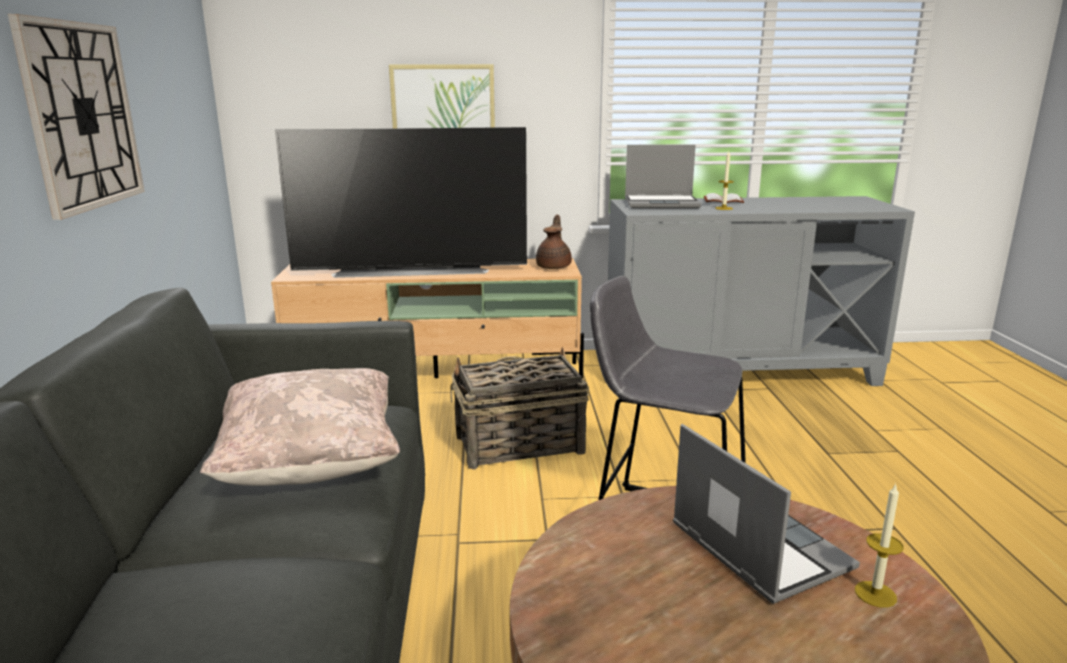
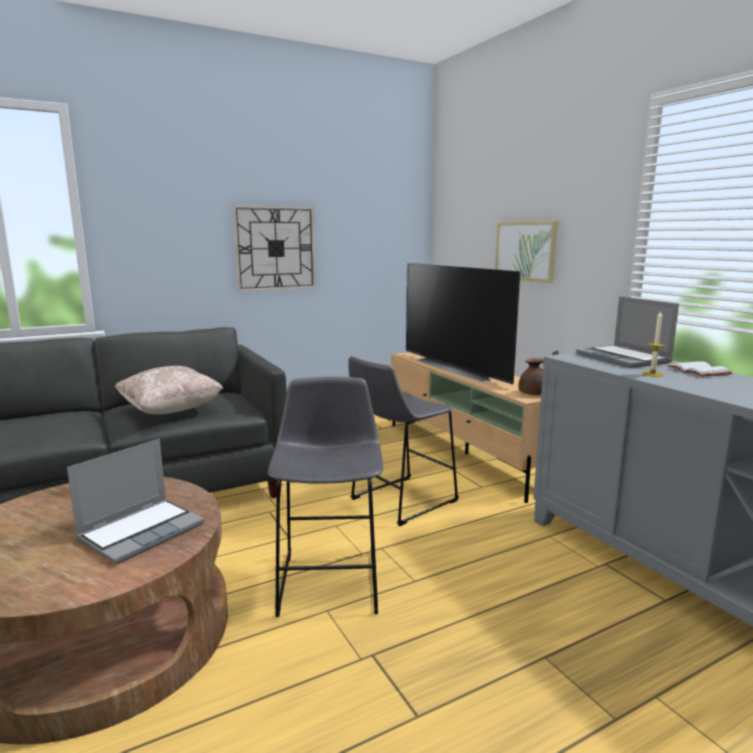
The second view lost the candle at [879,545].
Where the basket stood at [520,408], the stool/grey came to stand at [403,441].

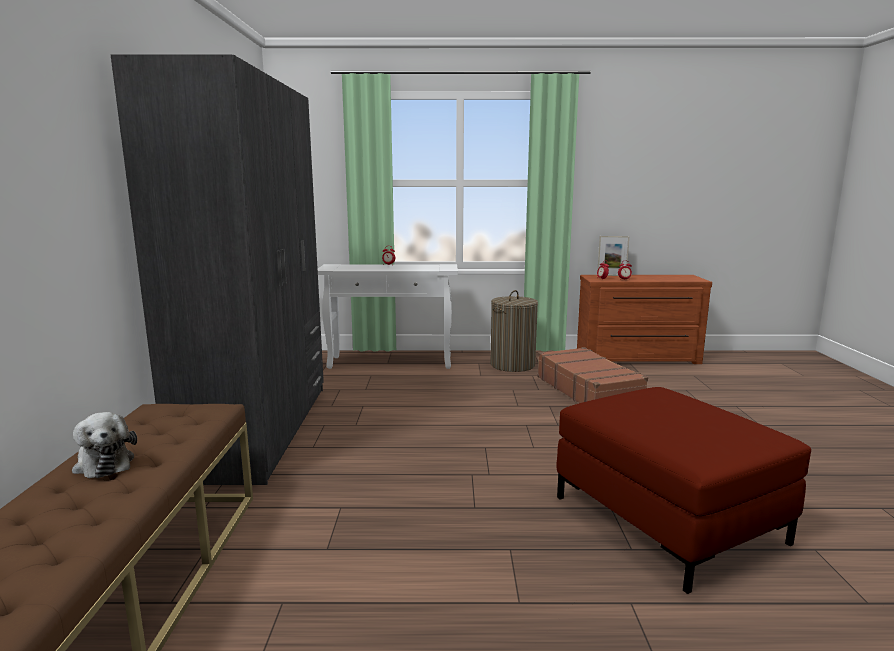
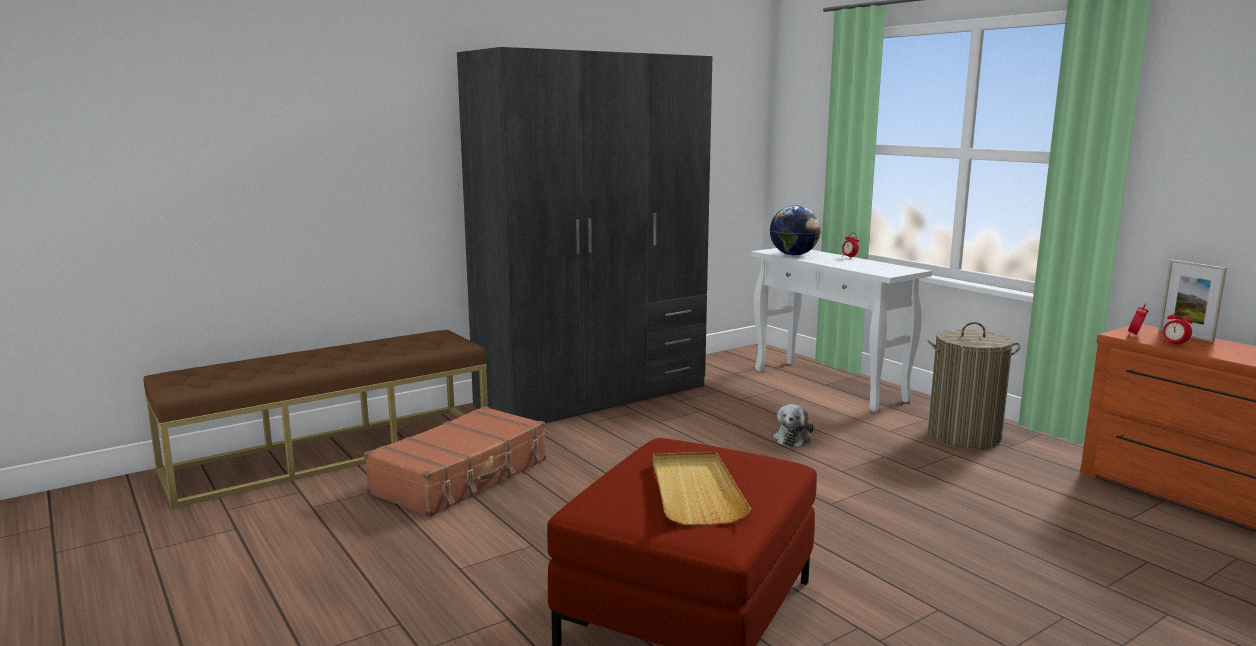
The second view gained the tray/beige at [702,488].
The second view gained the globe at [795,230].
The plush toy ended up elsewhere, having gone from [104,445] to [793,425].
The suitcase/brown ended up elsewhere, having gone from [592,375] to [455,461].

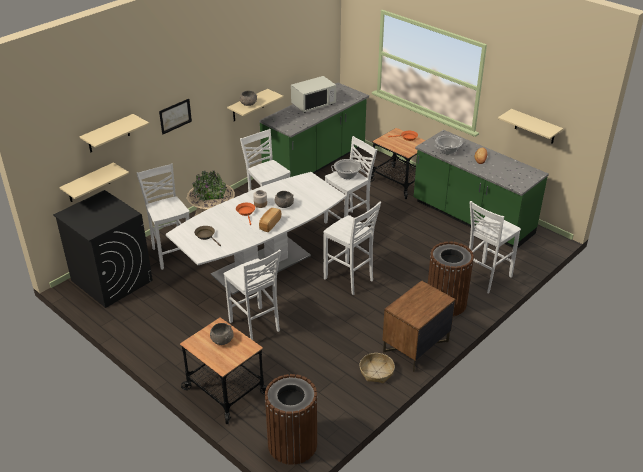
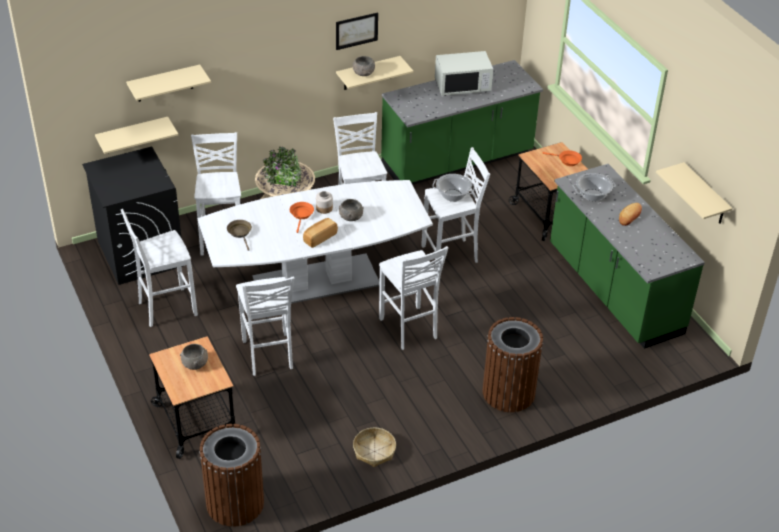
The second view lost the nightstand/brown at [419,326].
The picture ended up elsewhere, having gone from [175,116] to [357,31].
The stool/white ended up elsewhere, having gone from [495,247] to [159,268].

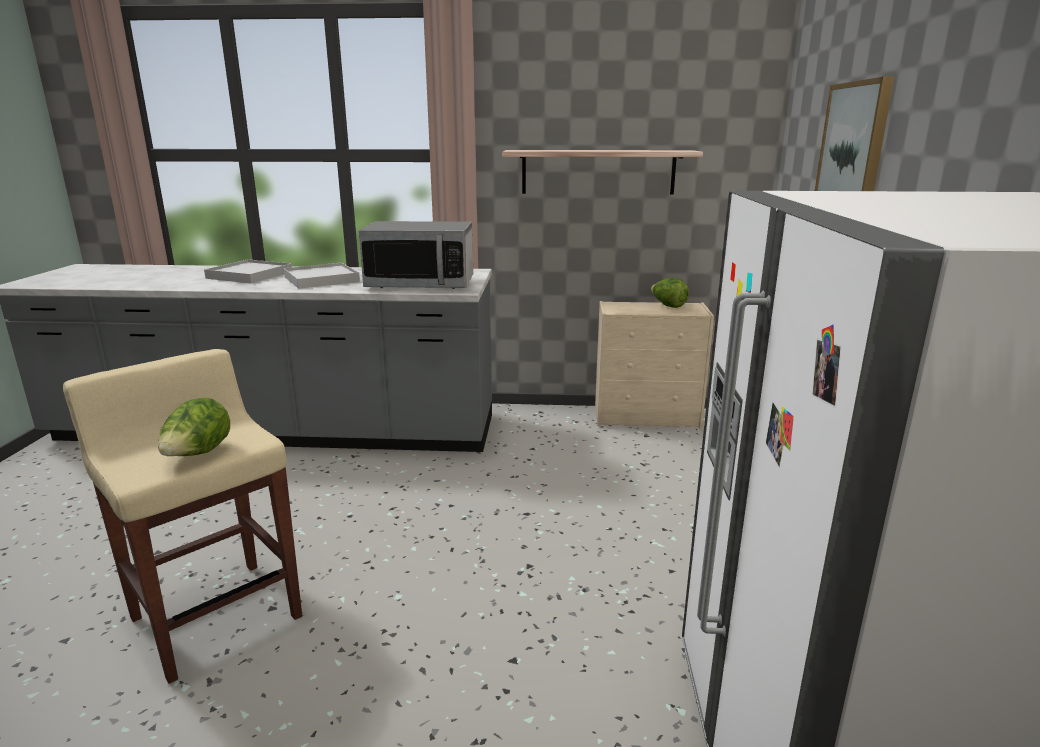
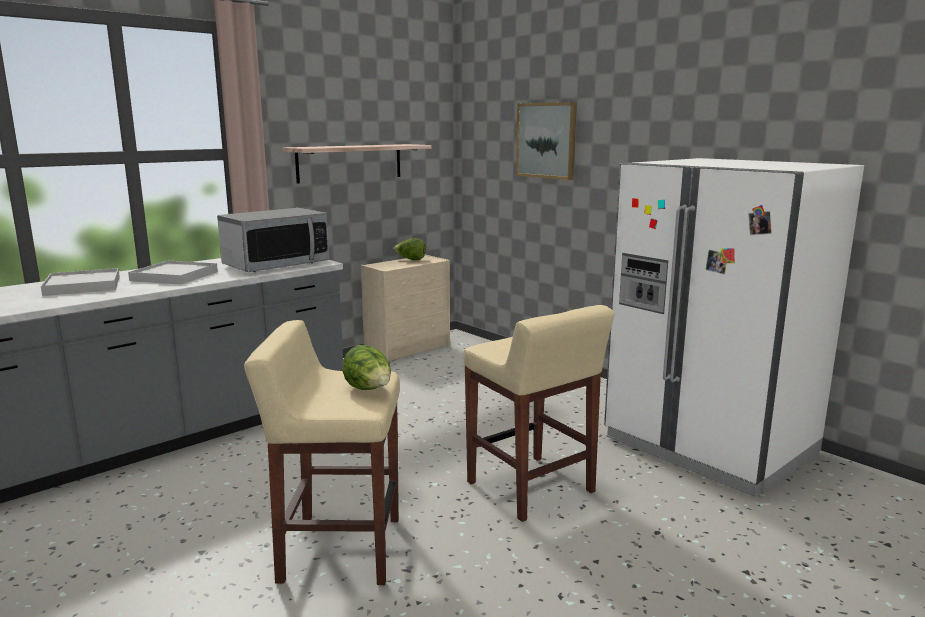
The second view gained the stool/beige at [538,413].

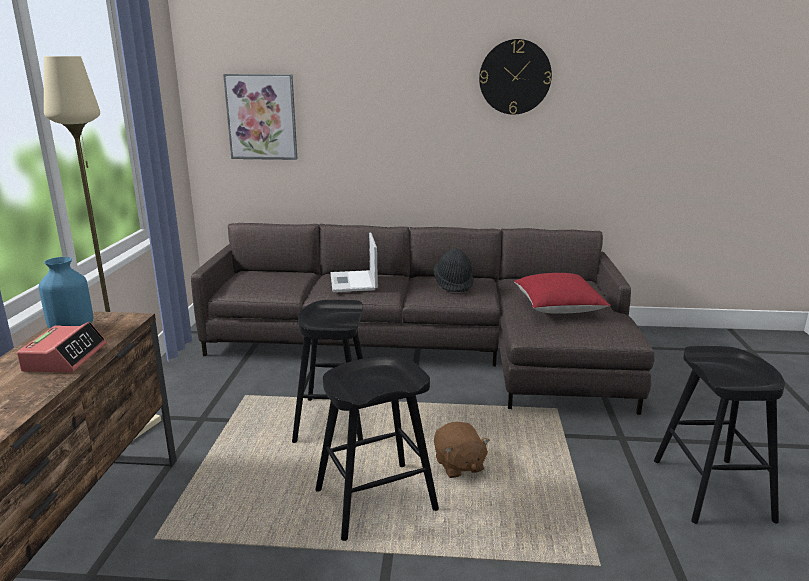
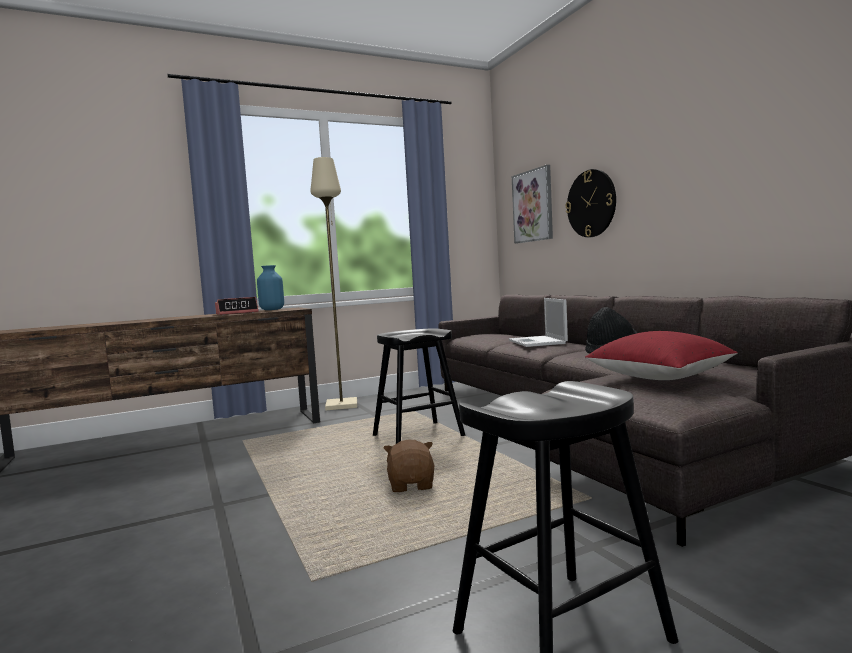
The second view lost the stool/black at [377,448].
The wall clock ended up elsewhere, having gone from [515,77] to [591,203].
The laptop at [354,262] ended up facing another way, 60 degrees counterclockwise from before.
The plush toy/brown at [462,450] ended up facing another way, 135 degrees clockwise from before.

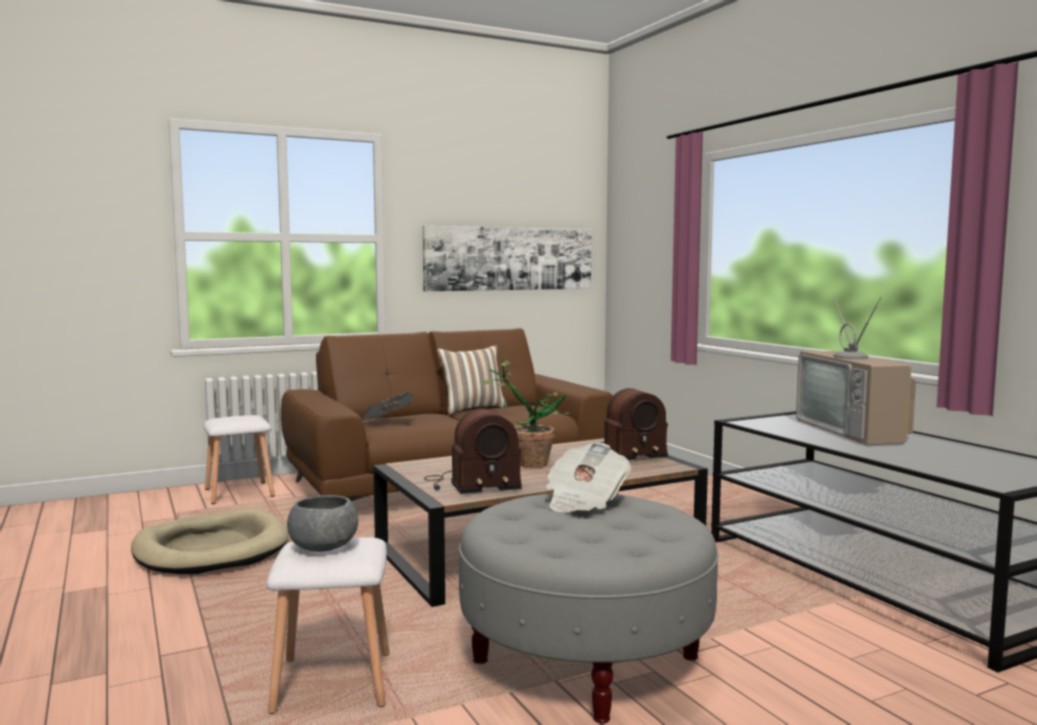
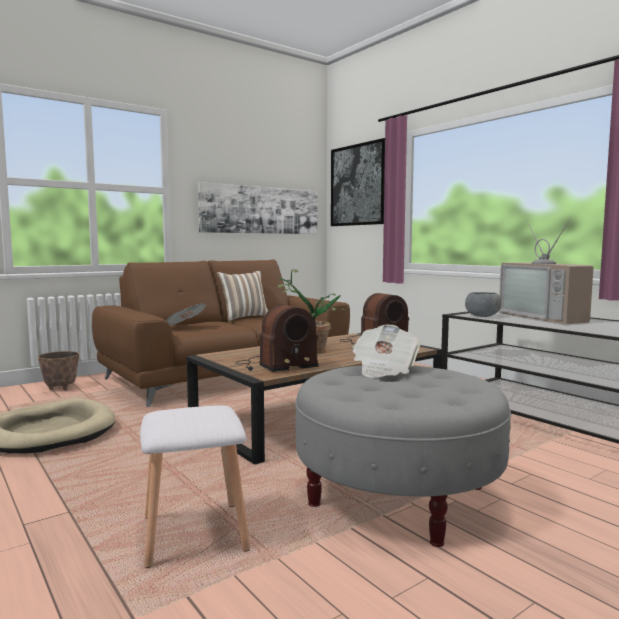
The second view gained the picture at [358,182].
The bowl/grey ended up elsewhere, having gone from [322,523] to [483,304].
Where the stool/white stood at [239,459], the planter came to stand at [58,370].

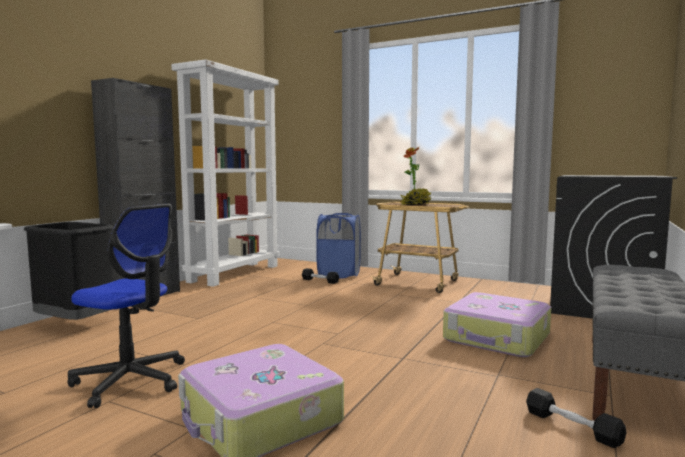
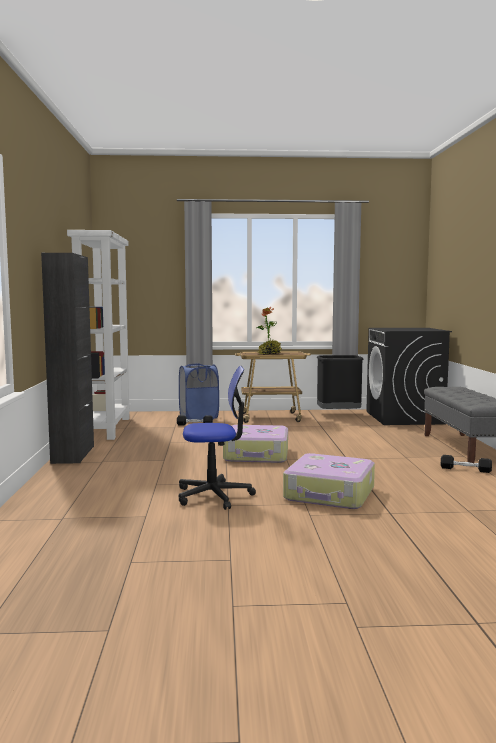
The trash can/black ended up elsewhere, having gone from [69,271] to [340,382].
The suitcase ended up elsewhere, having gone from [497,324] to [255,444].

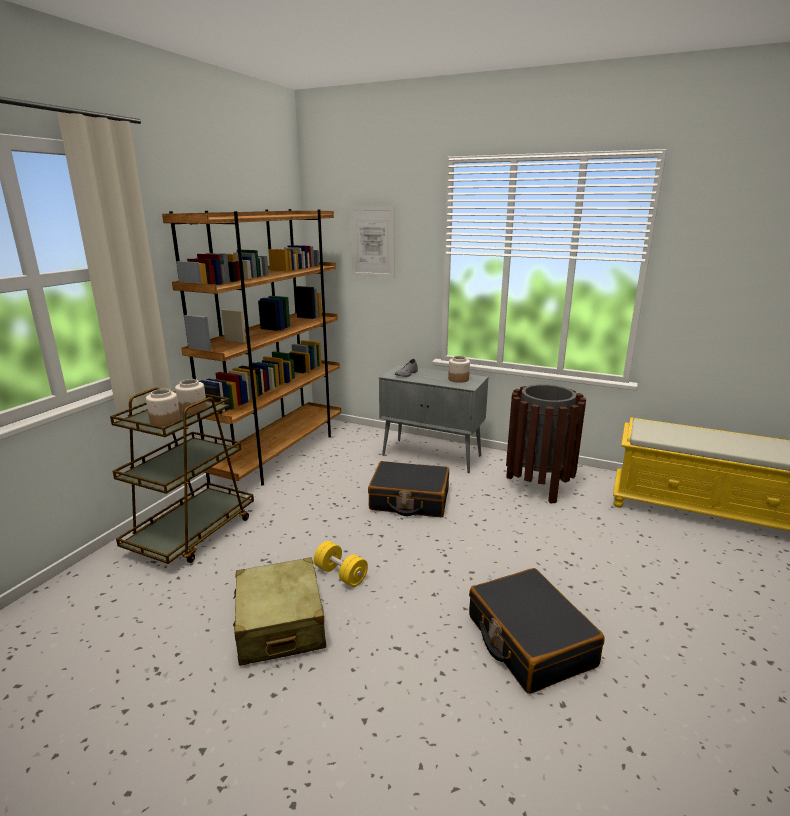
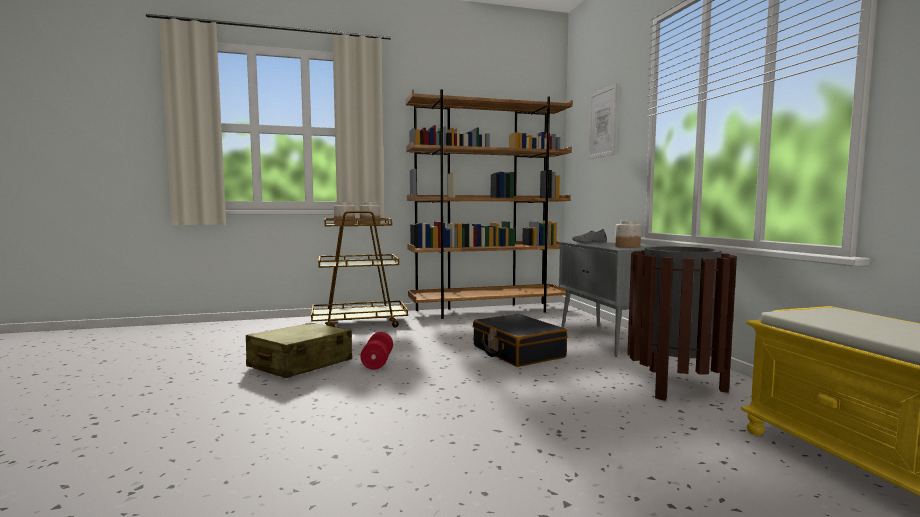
The second view lost the suitcase/black at [537,631].
What was the dumbbell/yellow at [341,564] turned into the dumbbell/red at [376,351].

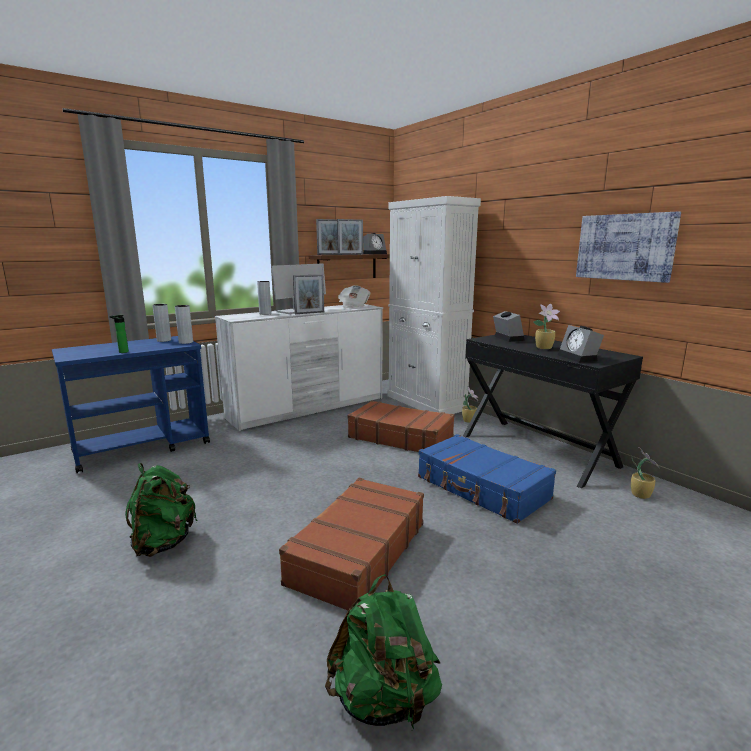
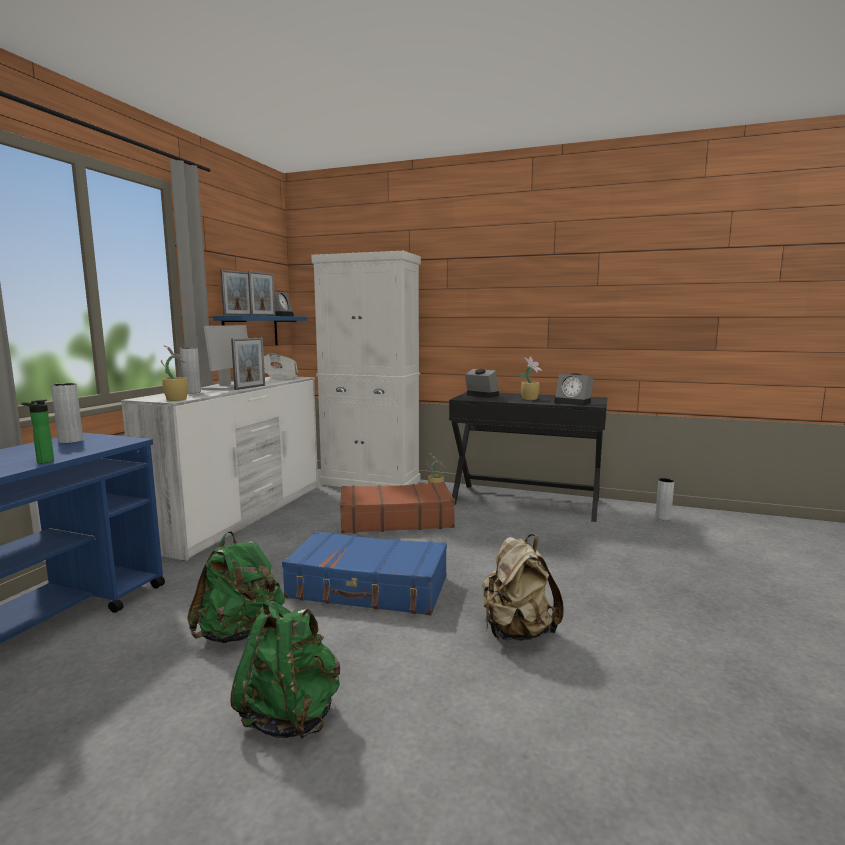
The second view lost the picture at [628,247].
The vase/grey ended up elsewhere, having gone from [184,324] to [664,499].
The backpack/green ended up elsewhere, having gone from [383,652] to [236,587].
The suitcase/blue ended up elsewhere, having gone from [487,479] to [364,573].
The potted plant ended up elsewhere, having gone from [645,473] to [174,373].
Where the suitcase/brown stood at [351,544], the backpack/beige came to stand at [523,587].
What was the shelf/brown at [349,266] turned into the shelf/blue at [260,330].

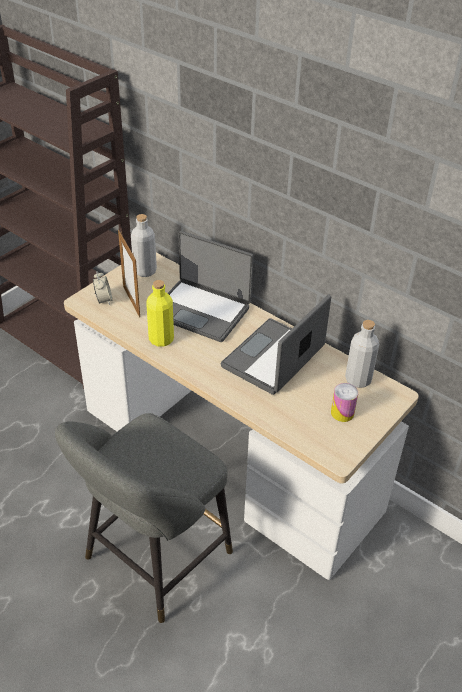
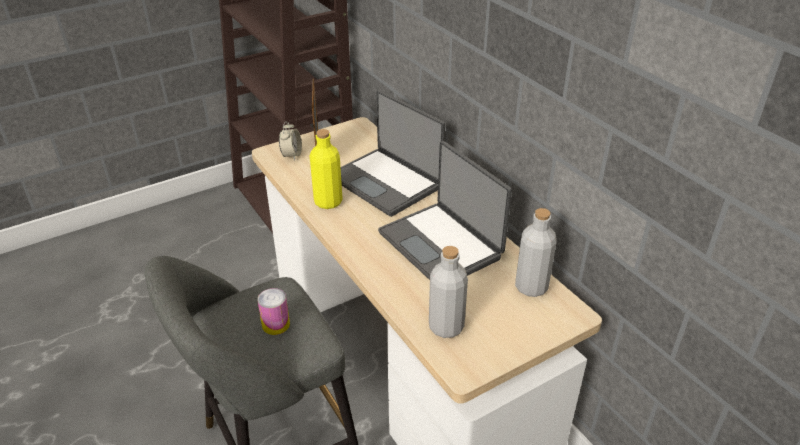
The bottle/grey ended up elsewhere, having gone from [144,245] to [448,292].
The can ended up elsewhere, having gone from [344,402] to [273,311].
The laptop at [276,345] ended up facing another way, 90 degrees counterclockwise from before.

